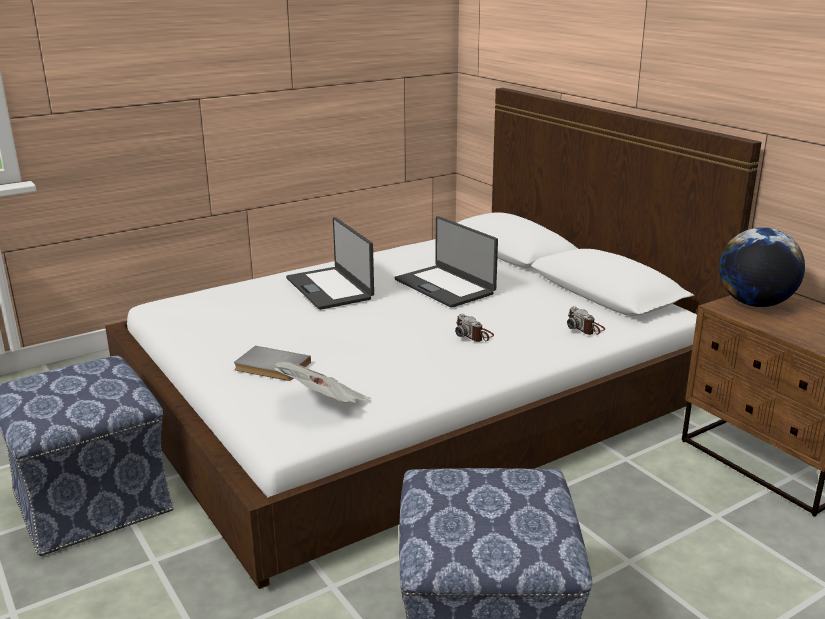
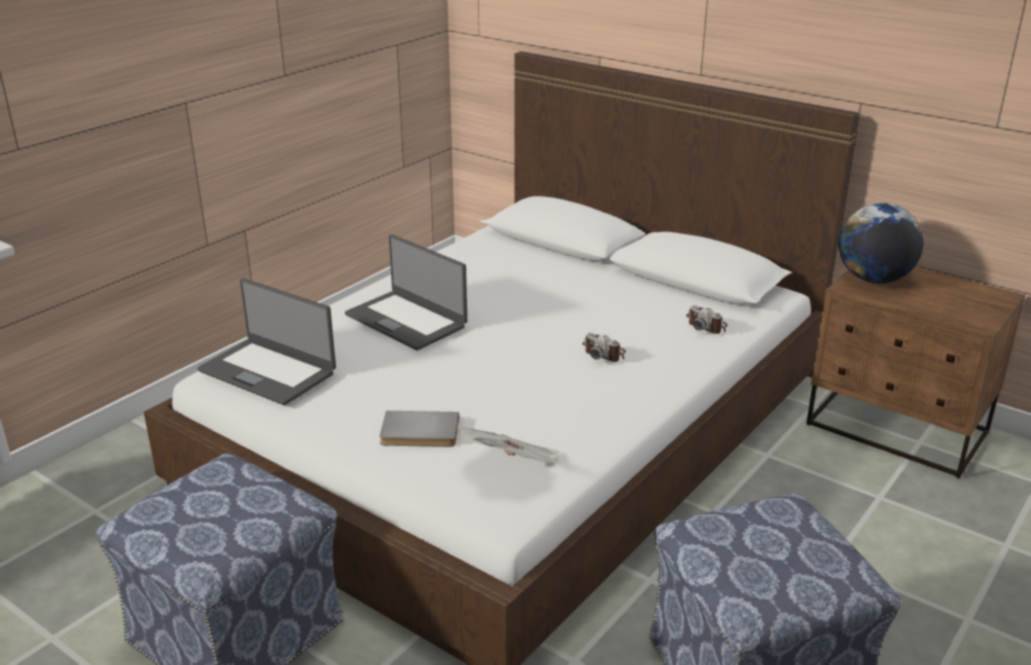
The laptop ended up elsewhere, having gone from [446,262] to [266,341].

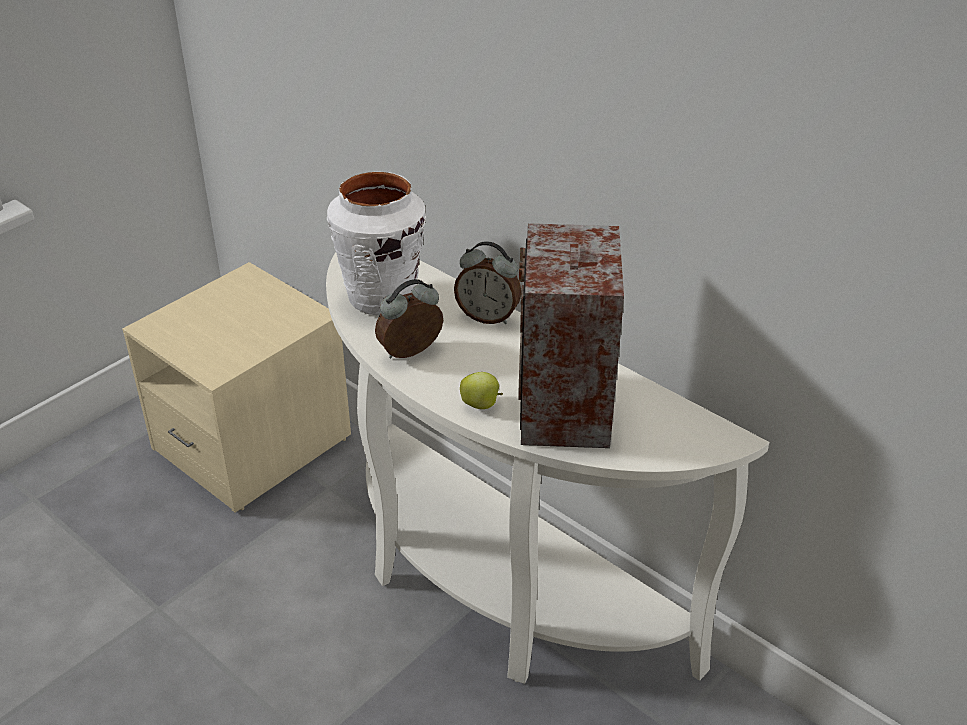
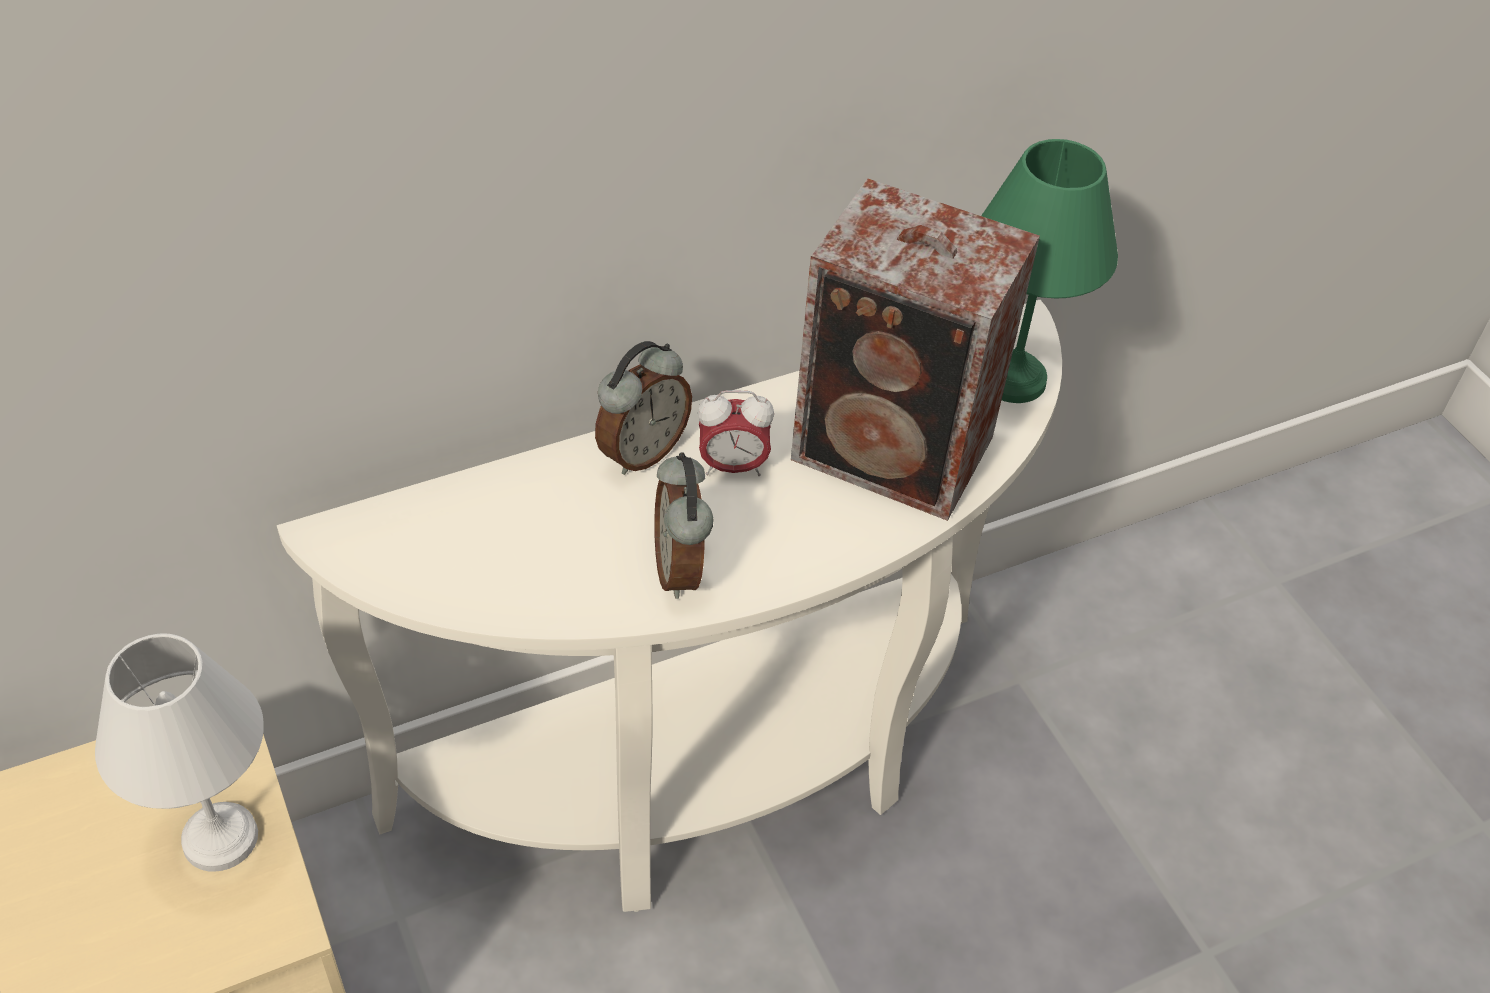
The second view lost the vase/white at [376,243].
The second view lost the apple at [481,390].
The second view gained the table lamp/white at [179,752].
The second view gained the alarm clock at [736,433].
The second view gained the table lamp/green at [1049,271].

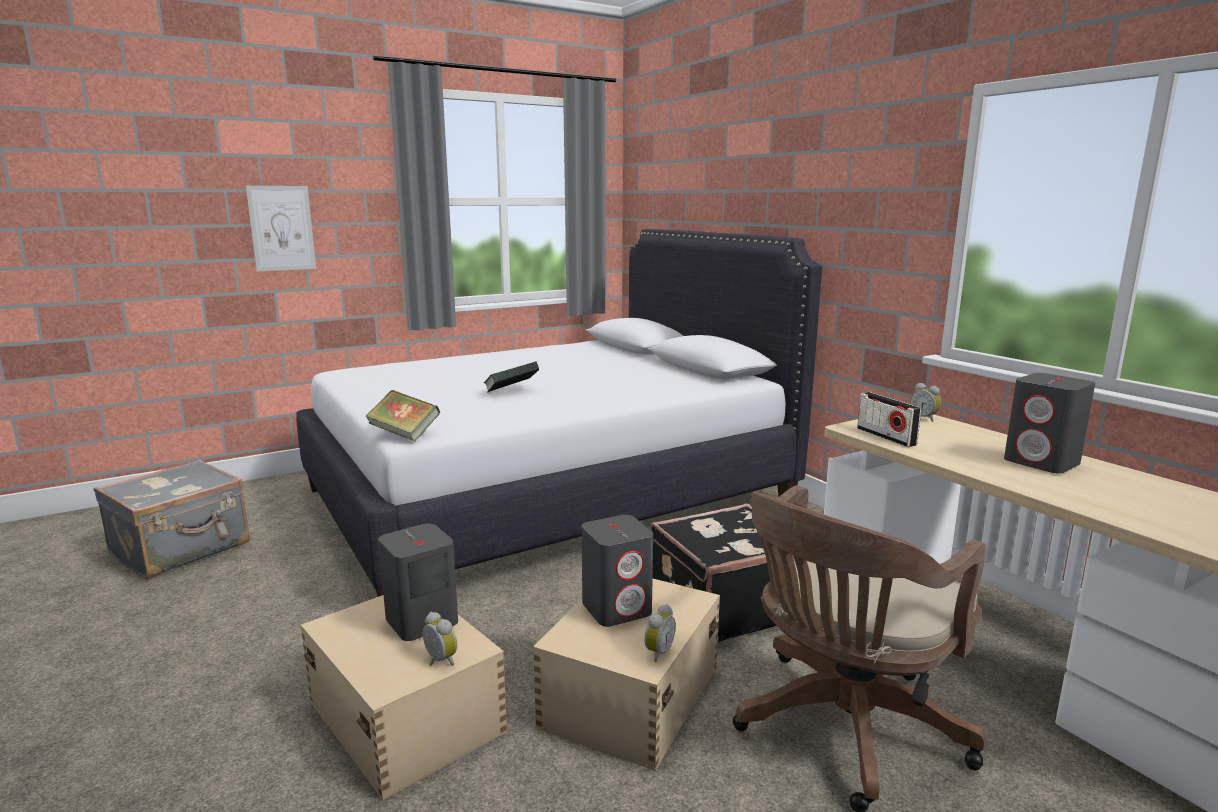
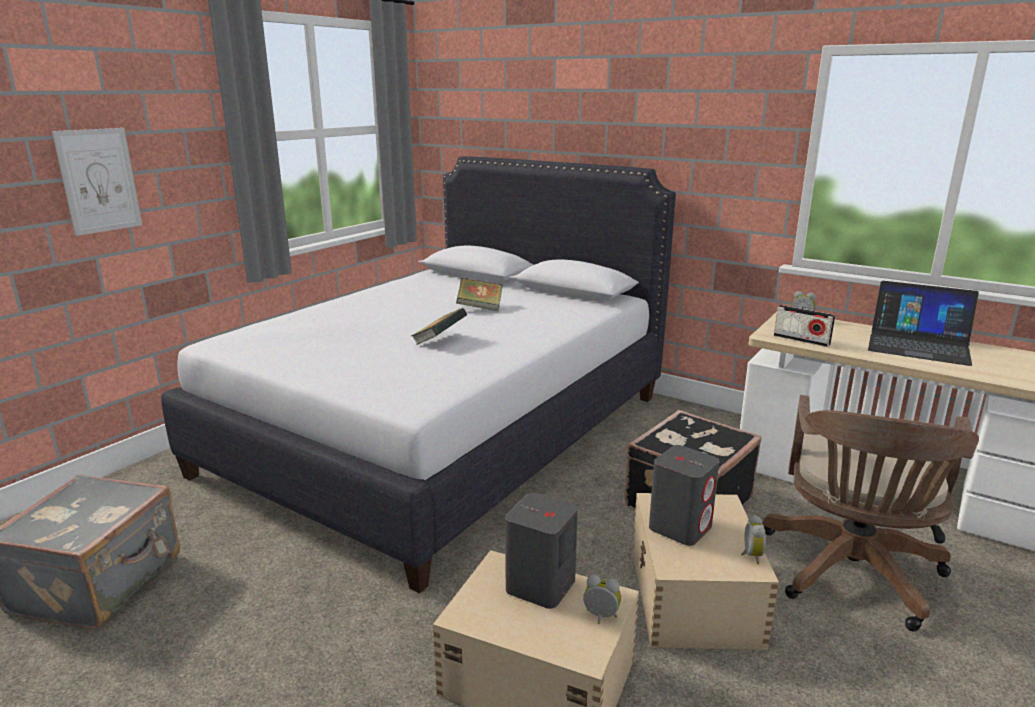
The book ended up elsewhere, having gone from [402,416] to [479,294].
Where the speaker/grey stood at [1049,423], the laptop came to stand at [923,323].

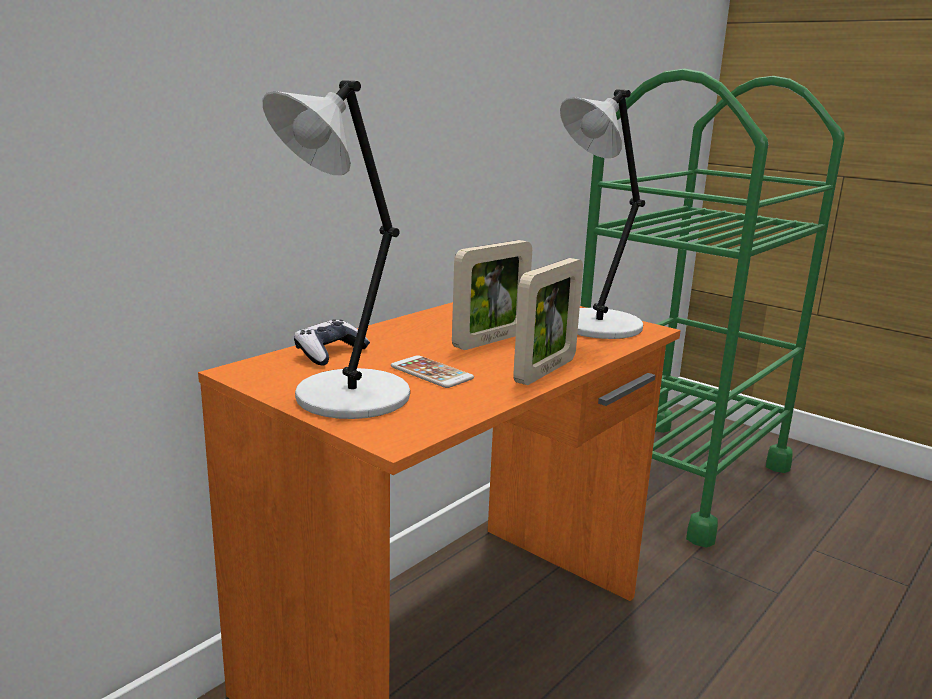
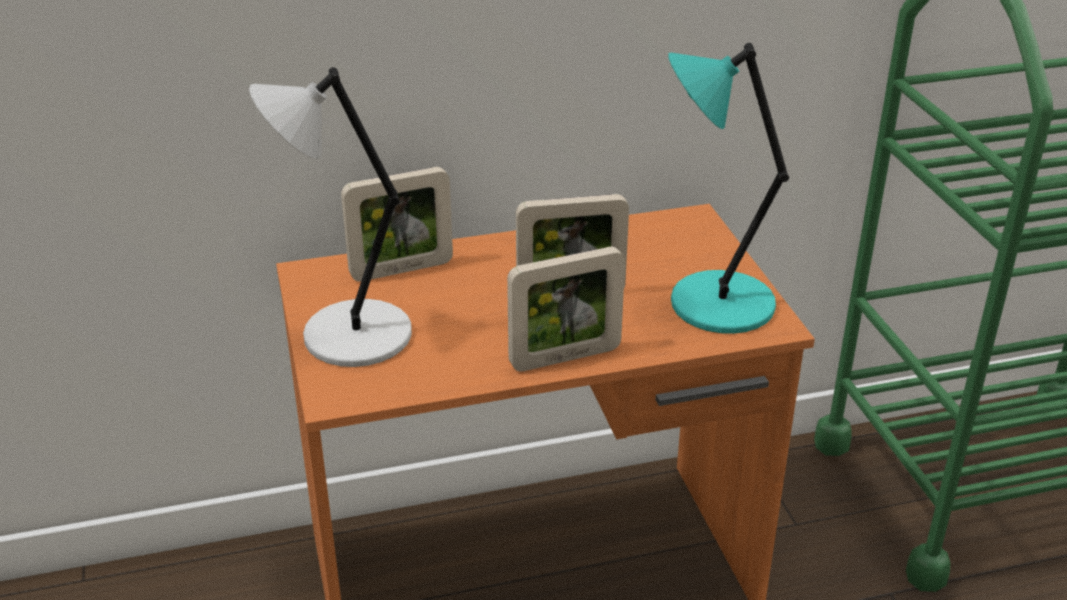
The second view lost the phone at [432,371].
Where the game controller stood at [332,342], the picture frame came to stand at [397,224].
What was the table lamp/grey at [602,214] turned into the table lamp/turquoise at [728,188].

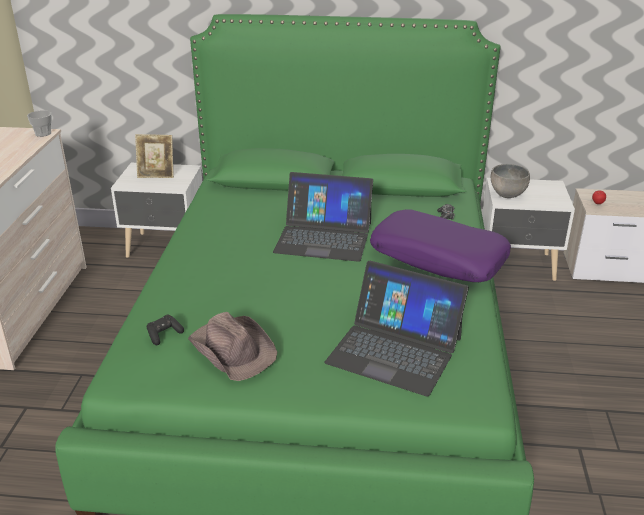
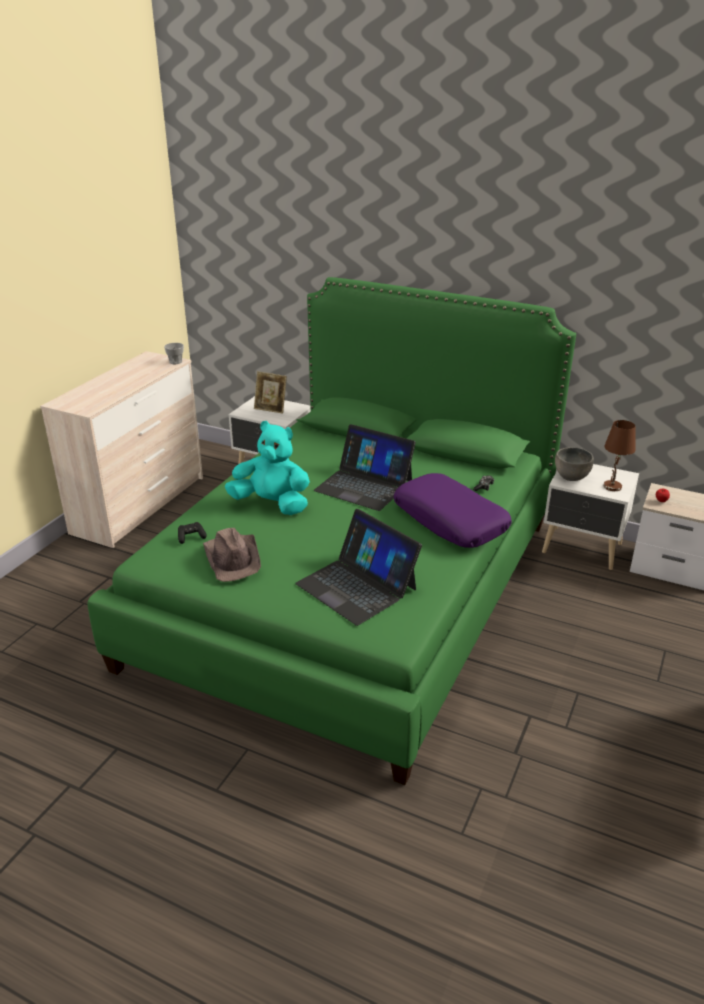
The second view gained the plush toy/turquoise at [267,468].
The second view gained the table lamp/brown at [619,455].

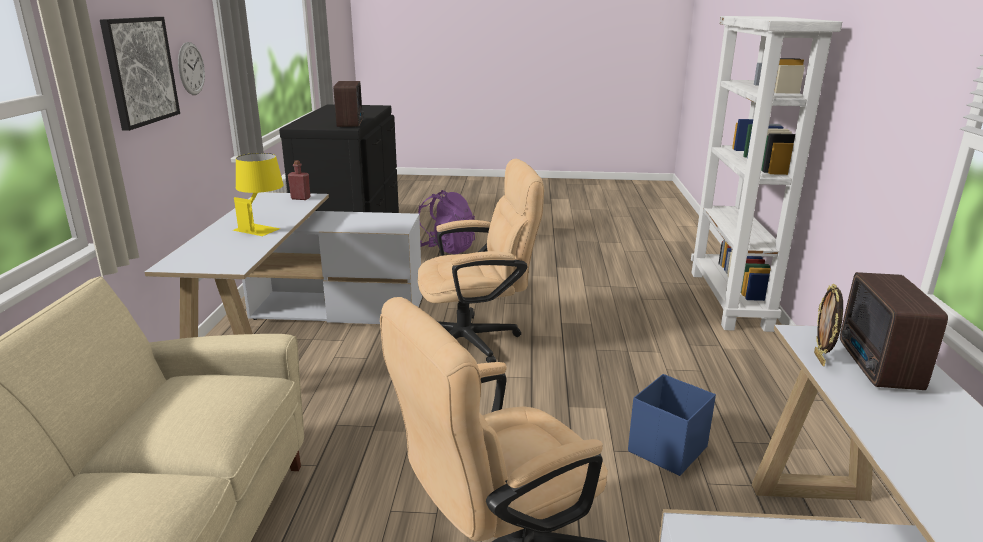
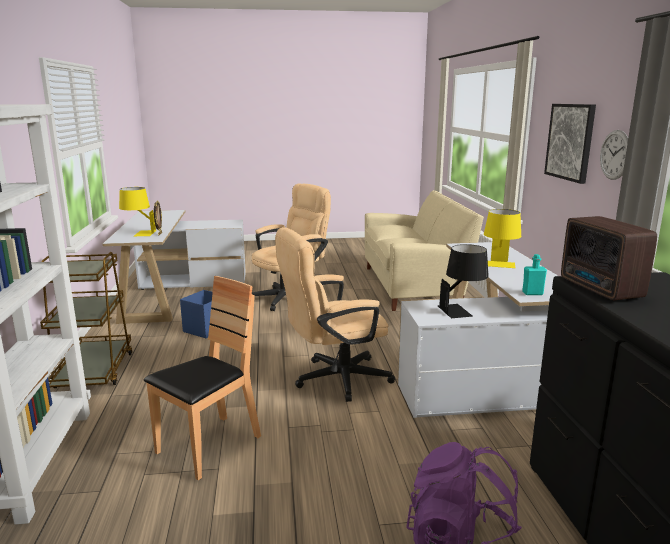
The second view gained the cart/brown at [86,320].
The second view gained the chair/brown at [202,378].
The second view gained the table lamp/black at [463,281].
Where the radio stood at [894,331], the table lamp/yellow came to stand at [137,211].
What was the bottle/red at [299,180] turned into the bottle/turquoise at [534,274].

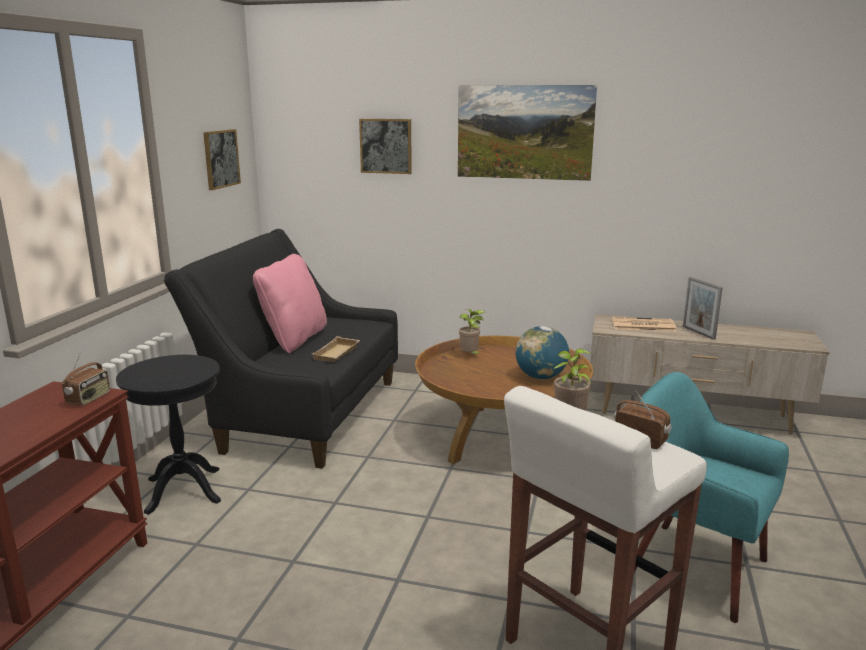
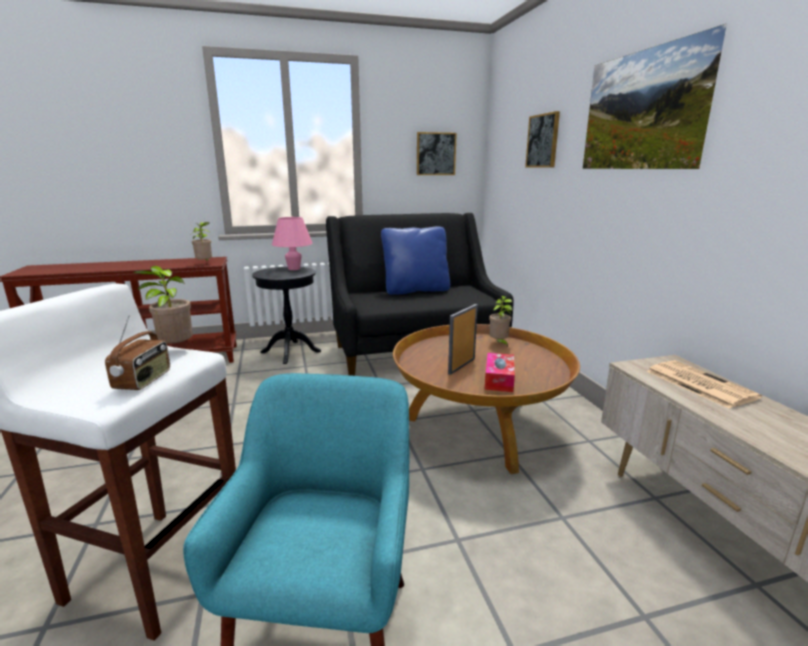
The second view lost the tray/beige at [336,349].
The second view gained the table lamp/pink at [292,243].
The picture frame ended up elsewhere, having gone from [703,308] to [463,339].
Where the radio stood at [86,378], the potted plant came to stand at [201,241].
Where the globe stood at [542,352], the tissue box came to stand at [500,372].
What was the pillow/pink at [290,303] turned into the pillow/blue at [415,261].

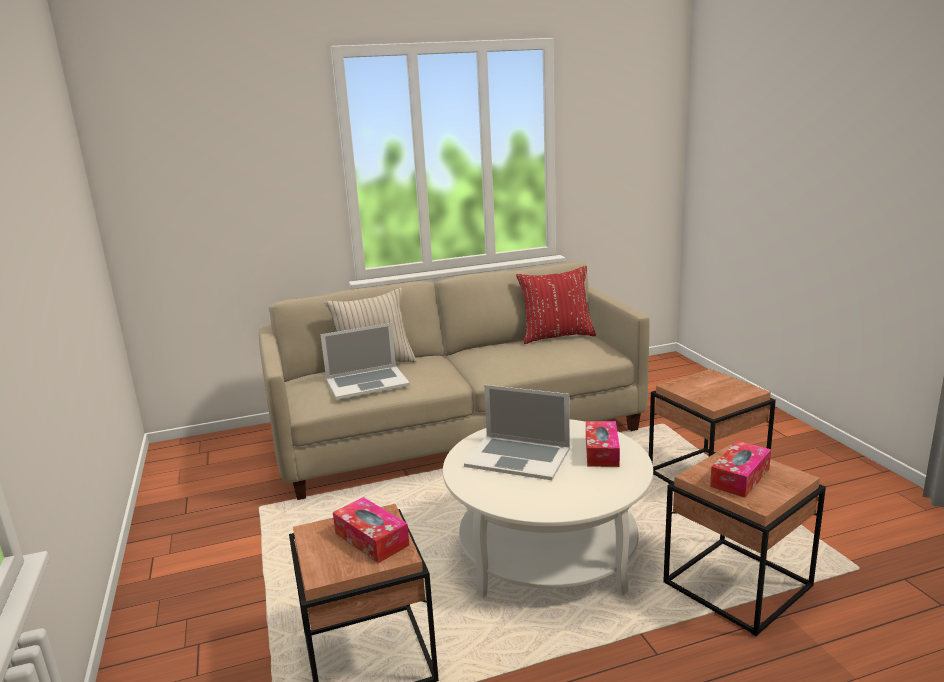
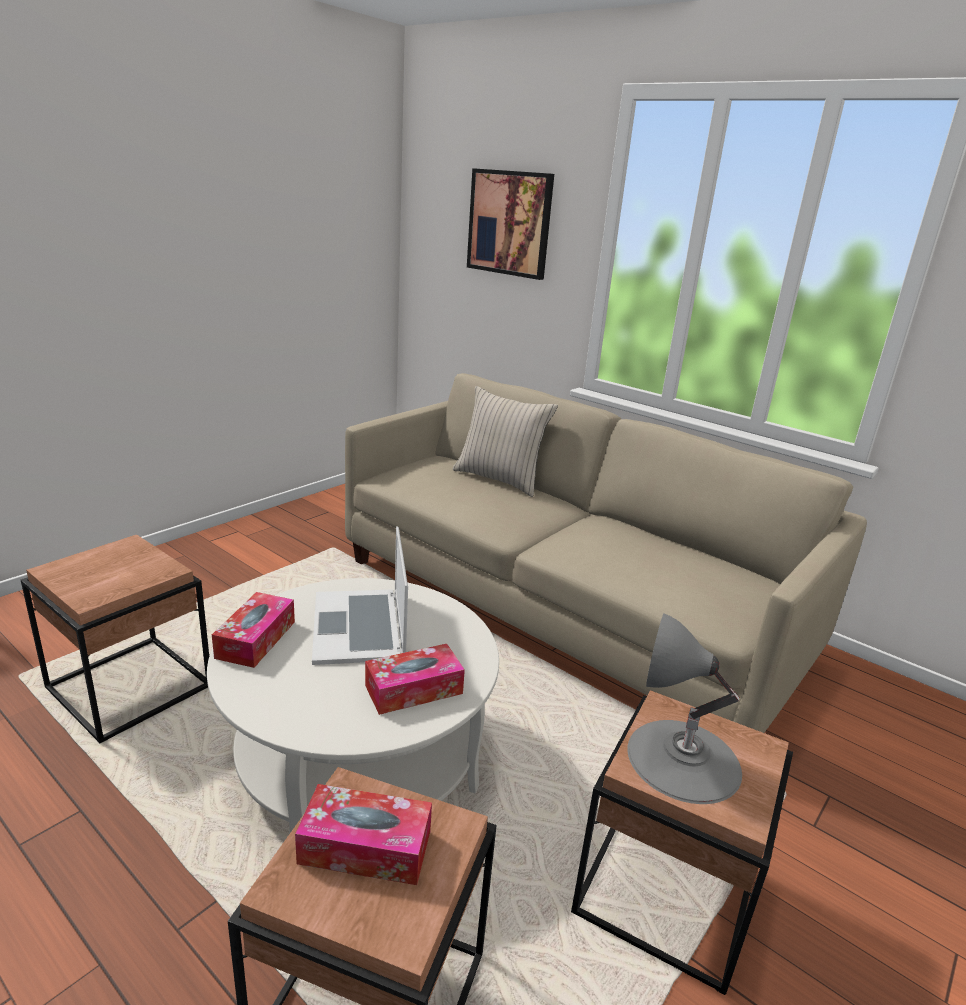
The second view lost the laptop at [365,361].
The second view lost the pillow/red at [556,305].
The second view gained the picture at [510,224].
The second view gained the table lamp/grey at [684,708].
The tissue box ended up elsewhere, having gone from [371,530] to [253,630].

